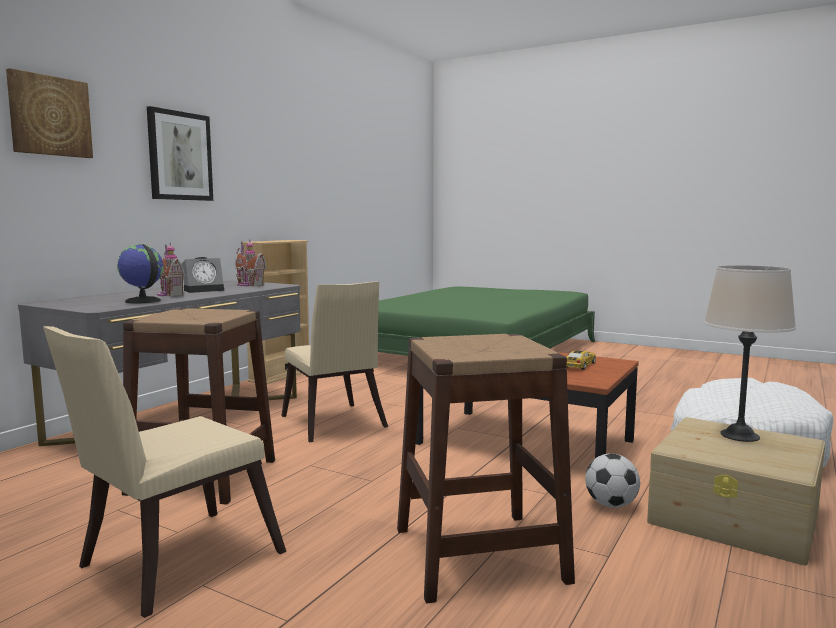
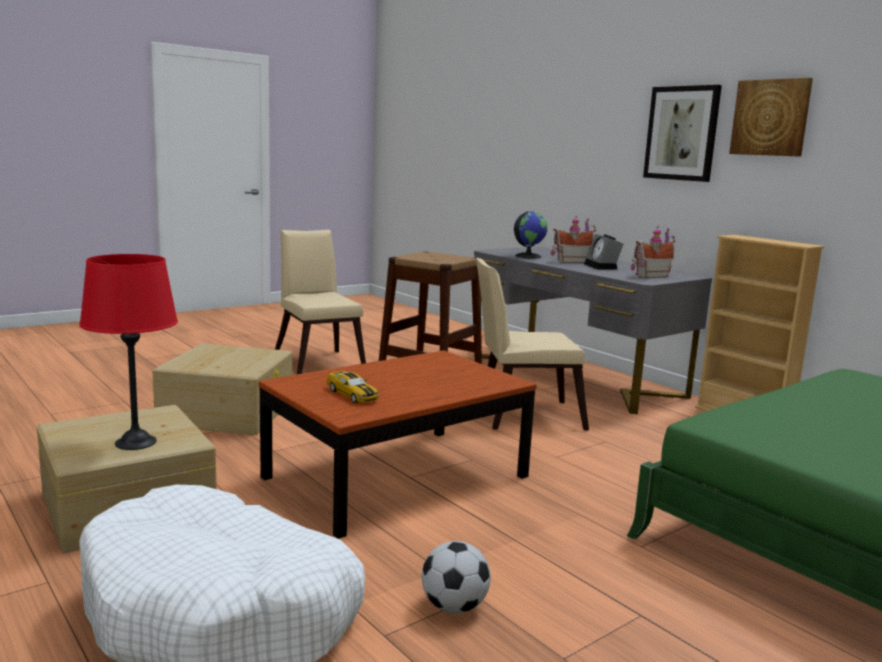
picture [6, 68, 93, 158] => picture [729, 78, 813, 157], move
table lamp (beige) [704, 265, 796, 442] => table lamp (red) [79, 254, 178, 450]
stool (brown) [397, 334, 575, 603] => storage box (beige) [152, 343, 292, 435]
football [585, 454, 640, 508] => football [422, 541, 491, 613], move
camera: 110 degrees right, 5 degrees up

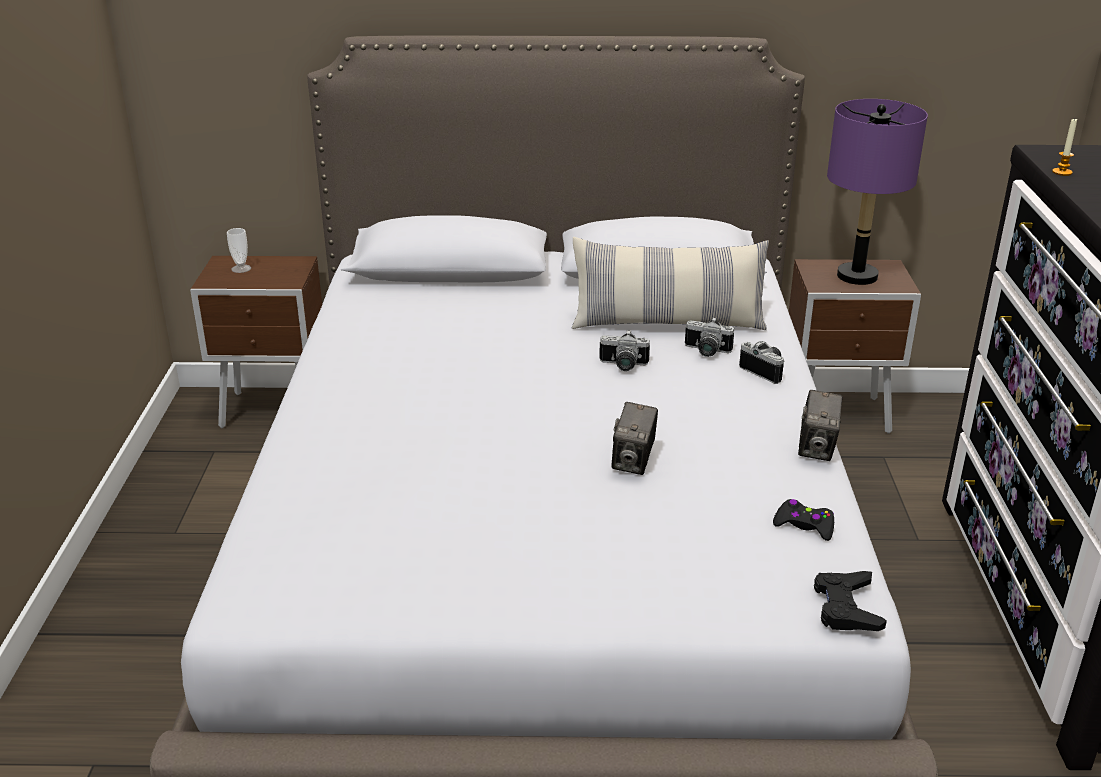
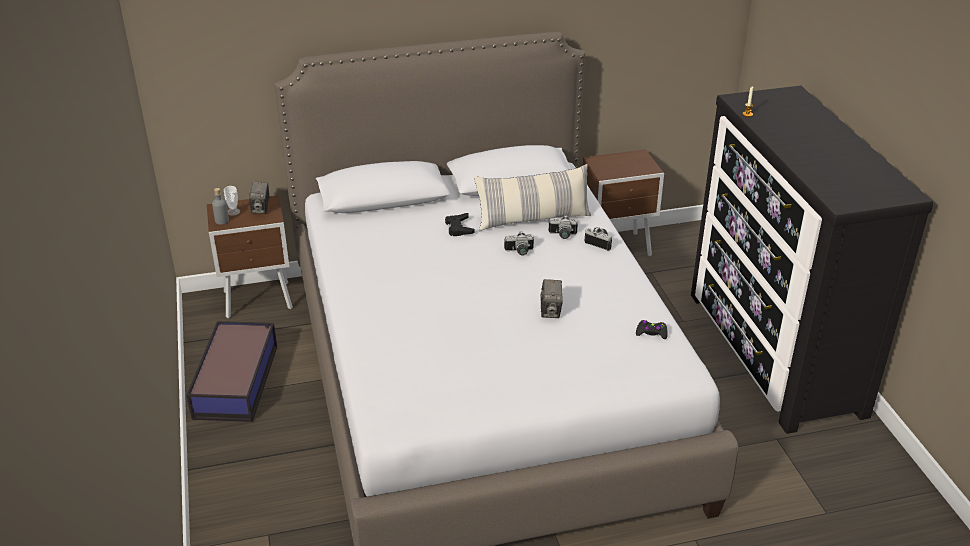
table lamp (purple) [827, 99, 928, 285] => nothing
photo camera [798, 390, 843, 461] => photo camera [249, 182, 269, 214], move
game controller (black) [814, 571, 887, 631] => game controller (black) [445, 213, 475, 236], move
nothing => bottle (grey) [212, 188, 229, 225]
nothing => storage box [186, 321, 277, 422]
camera: 15 degrees left, 5 degrees up

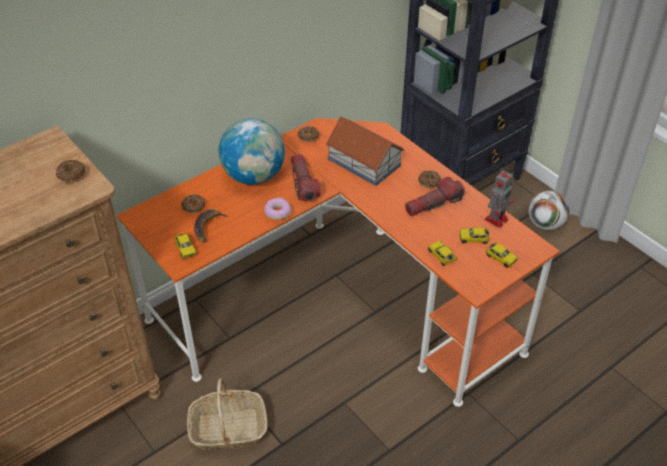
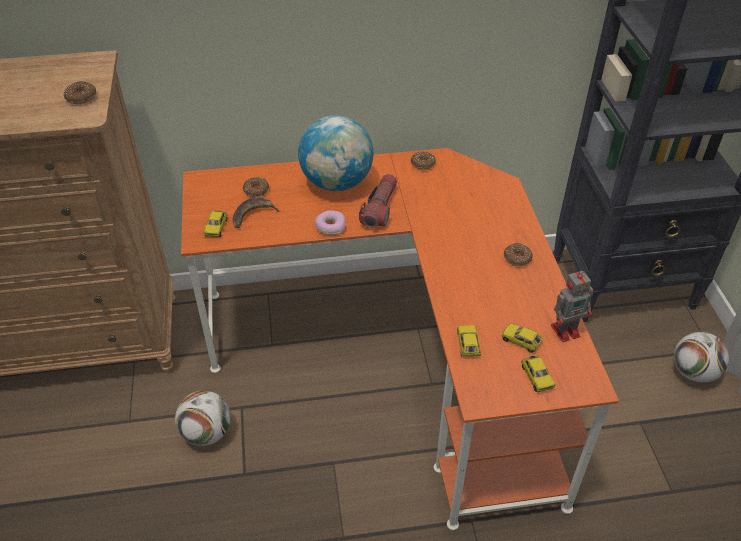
toy house [326, 117, 405, 186] => nothing
flashlight [405, 177, 465, 216] => nothing
basket [187, 378, 267, 450] => football [175, 391, 231, 446]
camera: 30 degrees right, 0 degrees up

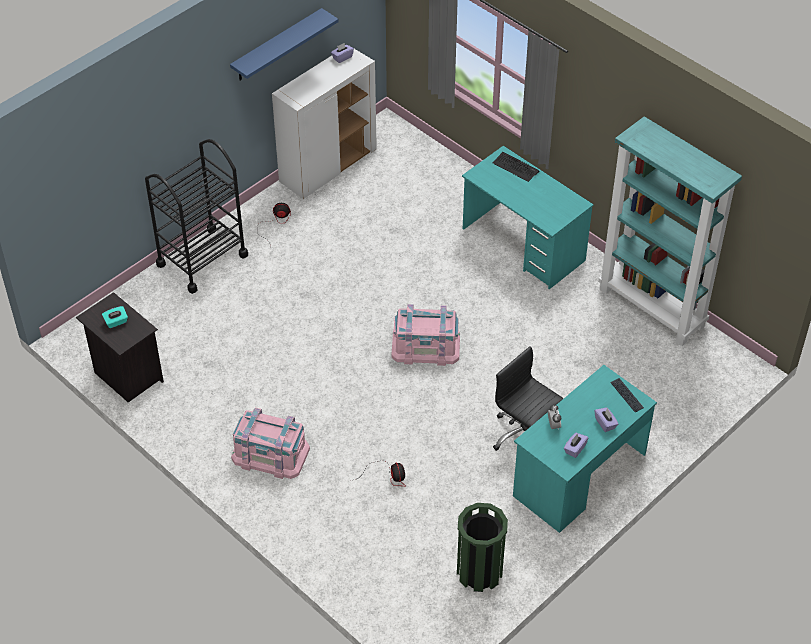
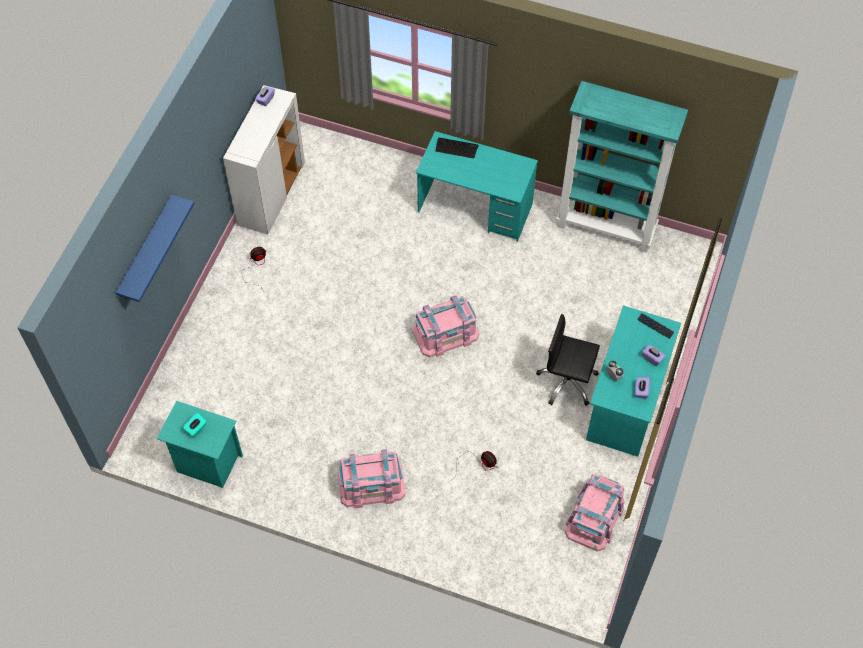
shelf (blue) [230, 8, 339, 80] => shelf (blue) [116, 195, 194, 302], move
cart (black) [145, 139, 248, 294] => nothing
nightstand (black) [76, 292, 164, 402] => nightstand (turquoise) [157, 401, 243, 488]
trash can (green) [457, 503, 508, 592] => storage box (pink) [565, 474, 625, 552]
camera: 25 degrees left, 10 degrees up

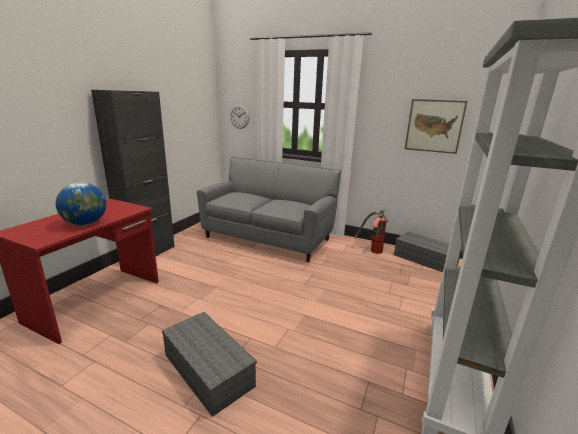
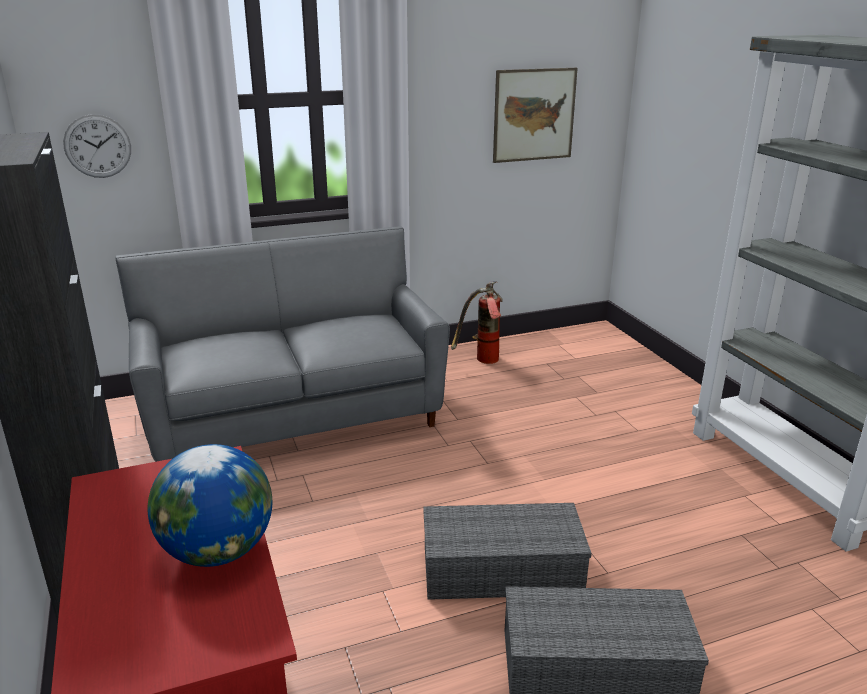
storage box (grey) [394, 232, 462, 272] => storage box (grey) [423, 503, 592, 600], move
camera: 45 degrees left, 5 degrees up

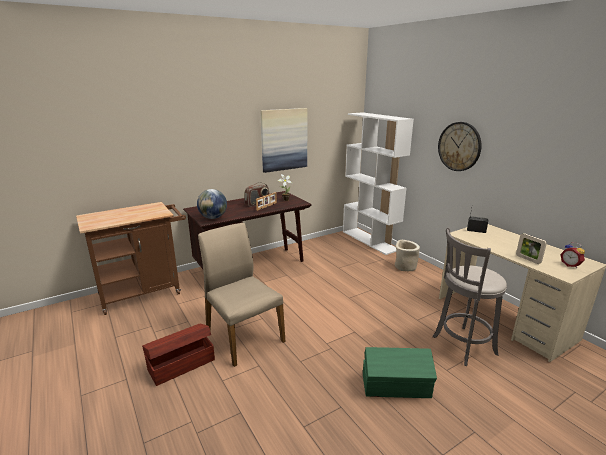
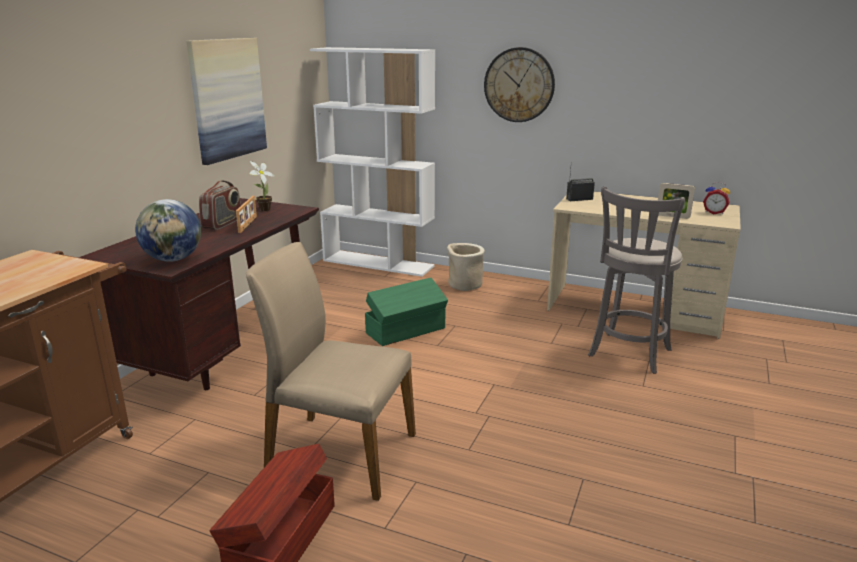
storage box (green) [363, 347, 437, 398] => storage box (green) [365, 278, 448, 346], move
camera: 35 degrees left, 0 degrees up

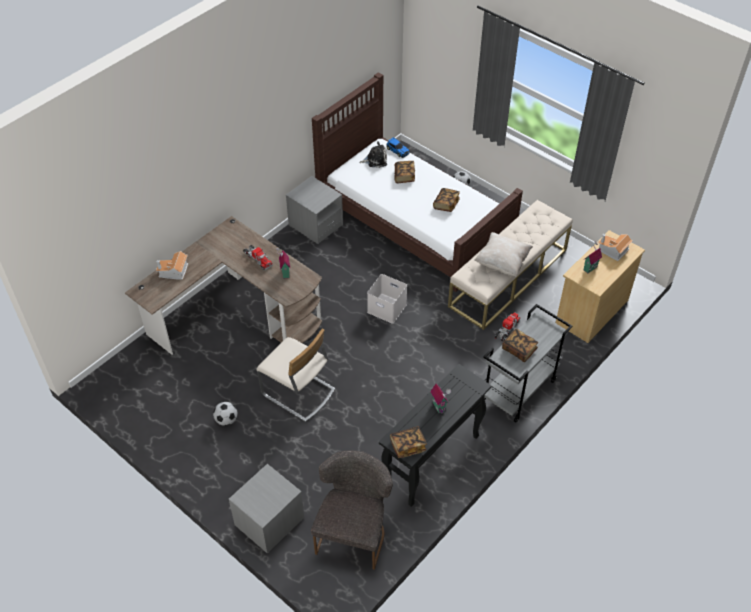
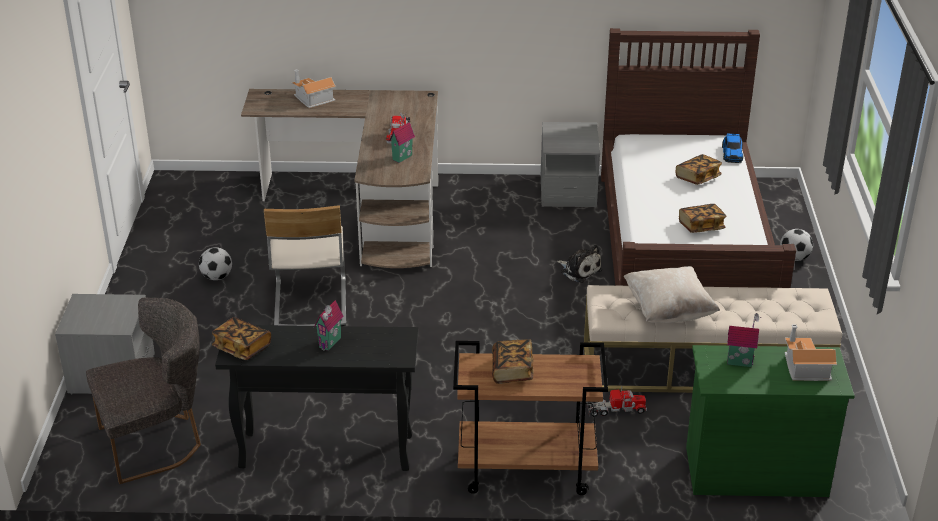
plush toy [359, 141, 387, 168] => plush toy [557, 245, 602, 283], move
dresser (beige) [556, 230, 645, 343] => dresser (green) [686, 345, 855, 497]
storage box (white) [367, 274, 407, 324] => nothing
cart (grey) [483, 304, 572, 423] => cart (brown) [453, 341, 608, 495]
camera: 50 degrees right, 15 degrees down

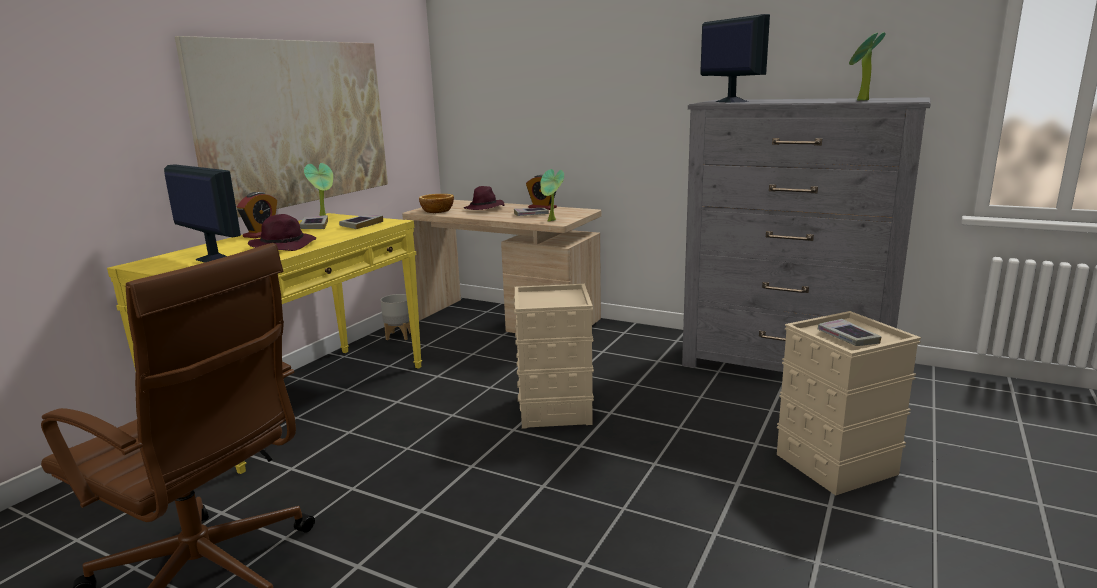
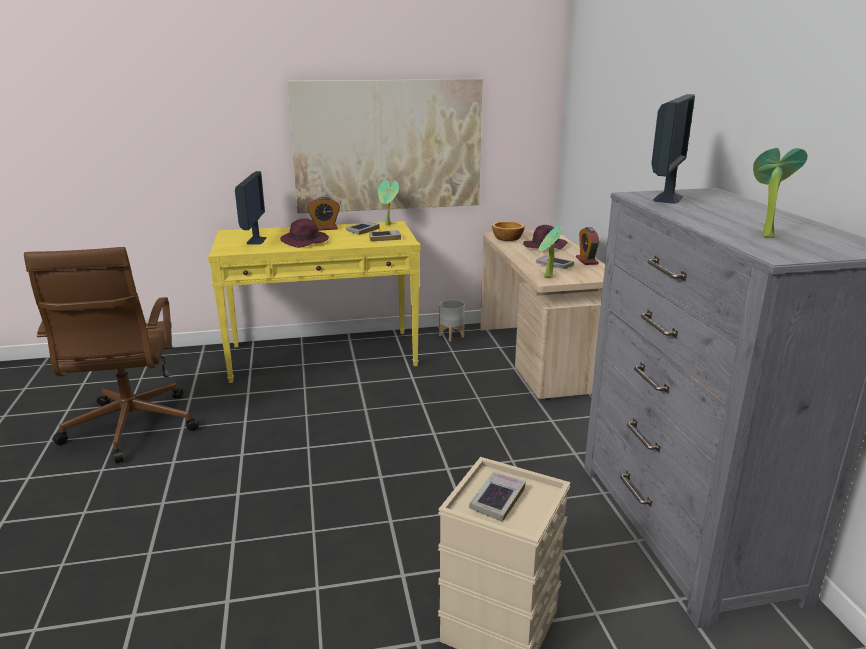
storage box (beige) [514, 284, 594, 429] => nothing
camera: 50 degrees right, 5 degrees up

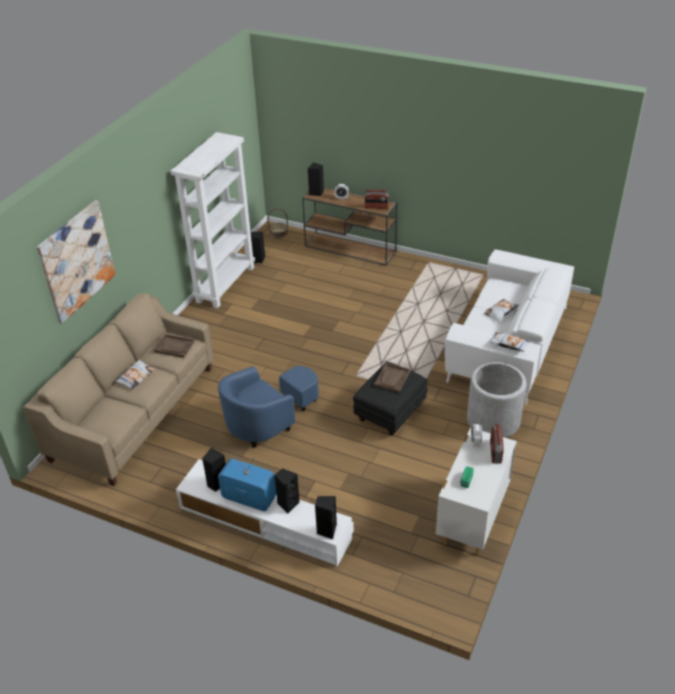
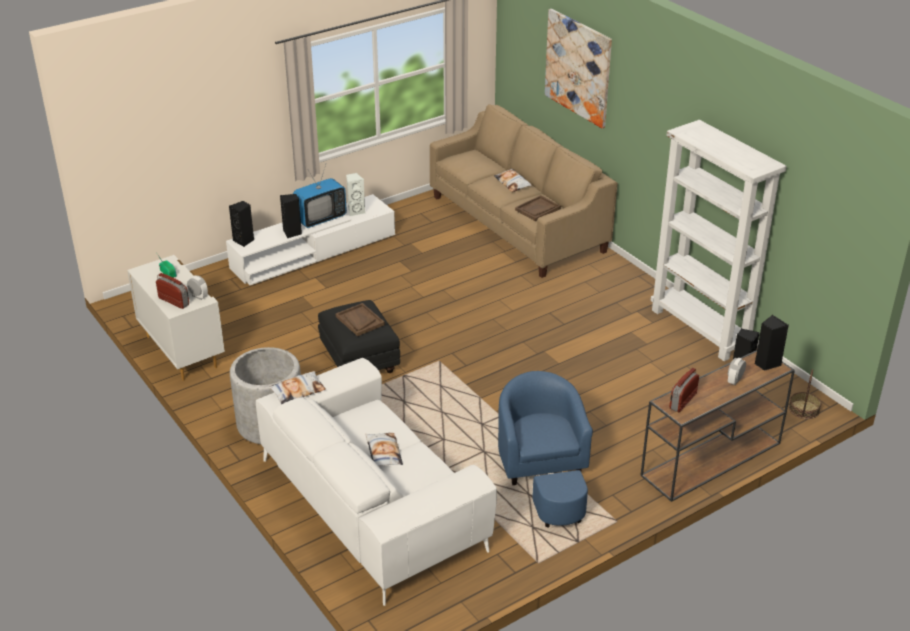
armchair (blue) [218, 366, 319, 448] => armchair (blue) [498, 371, 593, 527], move
speaker (black) [202, 447, 226, 492] => speaker (white) [346, 173, 365, 216]
camera: 120 degrees right, 5 degrees down

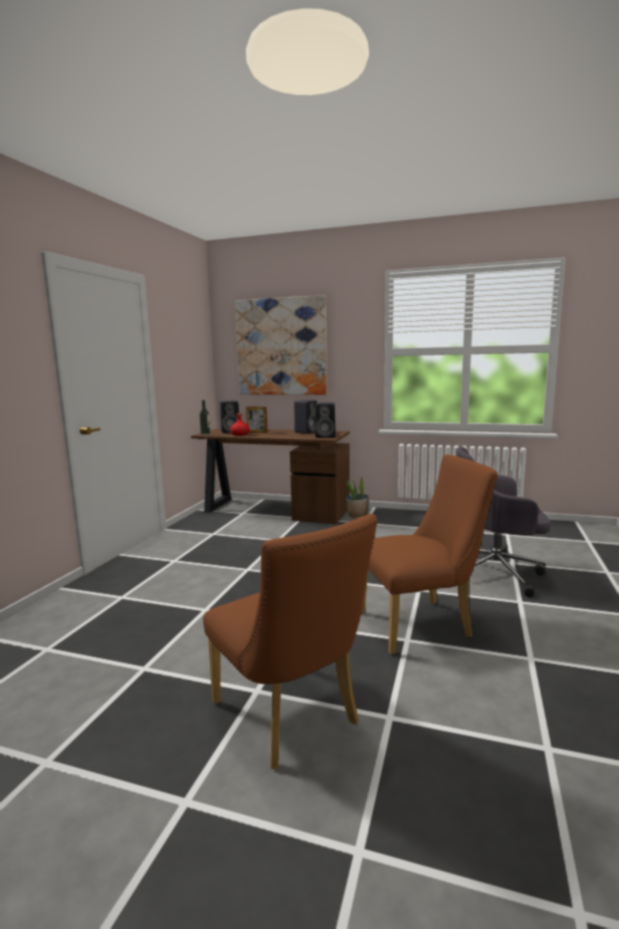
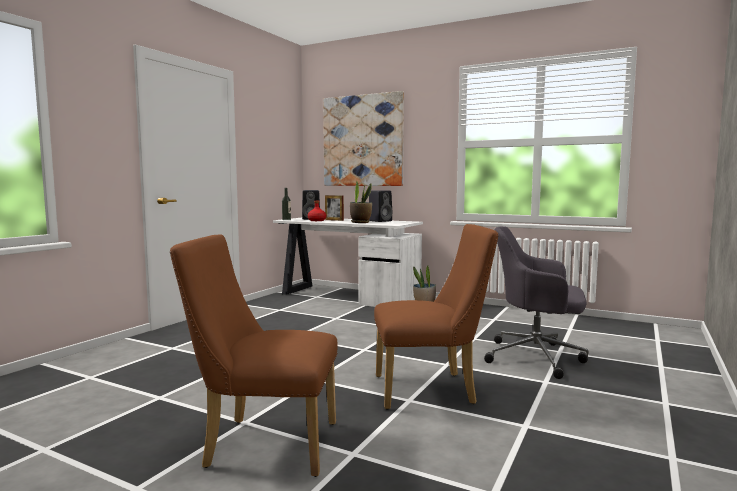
speaker (black) [315, 402, 336, 438] => nothing
desk (brown) [191, 428, 350, 524] => desk (white) [273, 218, 423, 307]
chair (brown) [203, 514, 378, 769] => chair (brown) [170, 234, 338, 477], 120 degrees clockwise
nothing => potted plant [350, 180, 372, 223]
camera: 10 degrees right, 5 degrees down

